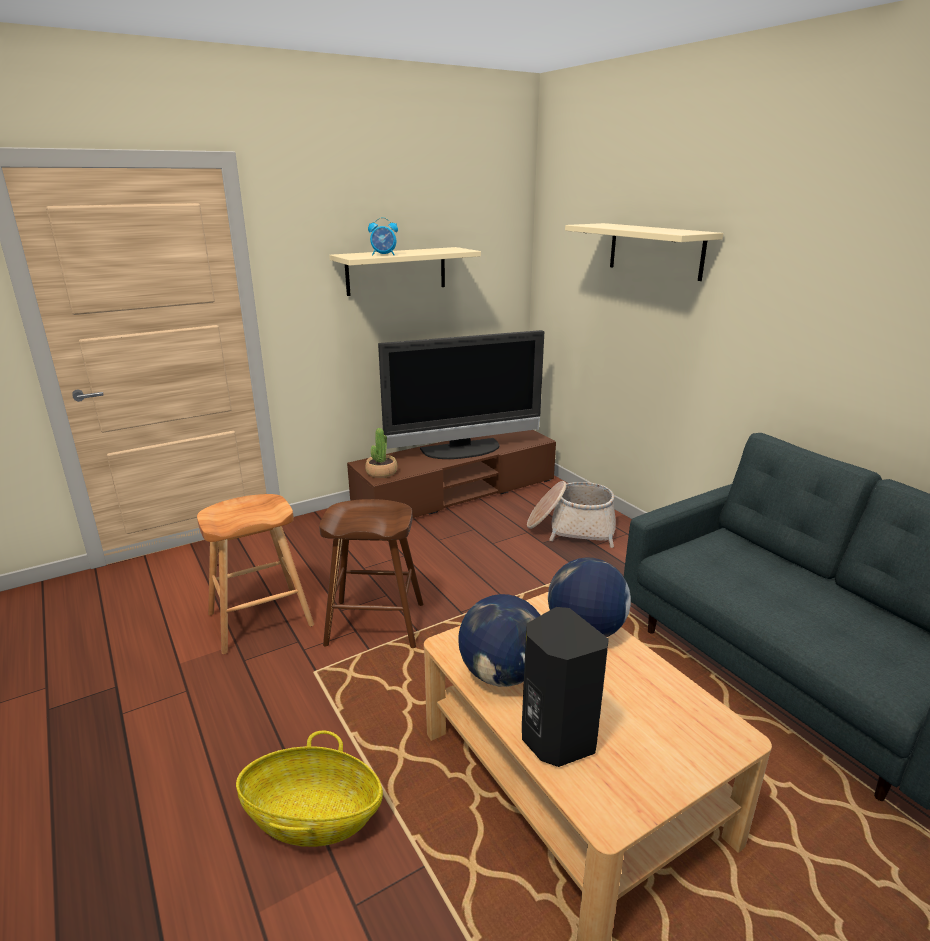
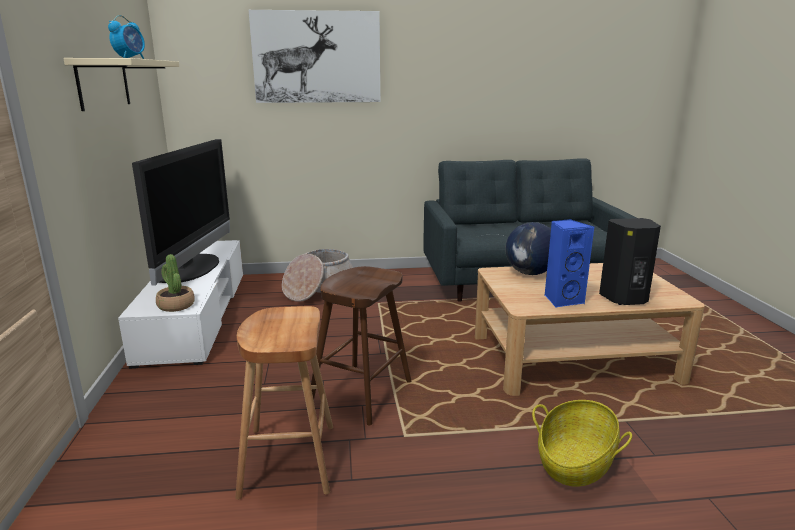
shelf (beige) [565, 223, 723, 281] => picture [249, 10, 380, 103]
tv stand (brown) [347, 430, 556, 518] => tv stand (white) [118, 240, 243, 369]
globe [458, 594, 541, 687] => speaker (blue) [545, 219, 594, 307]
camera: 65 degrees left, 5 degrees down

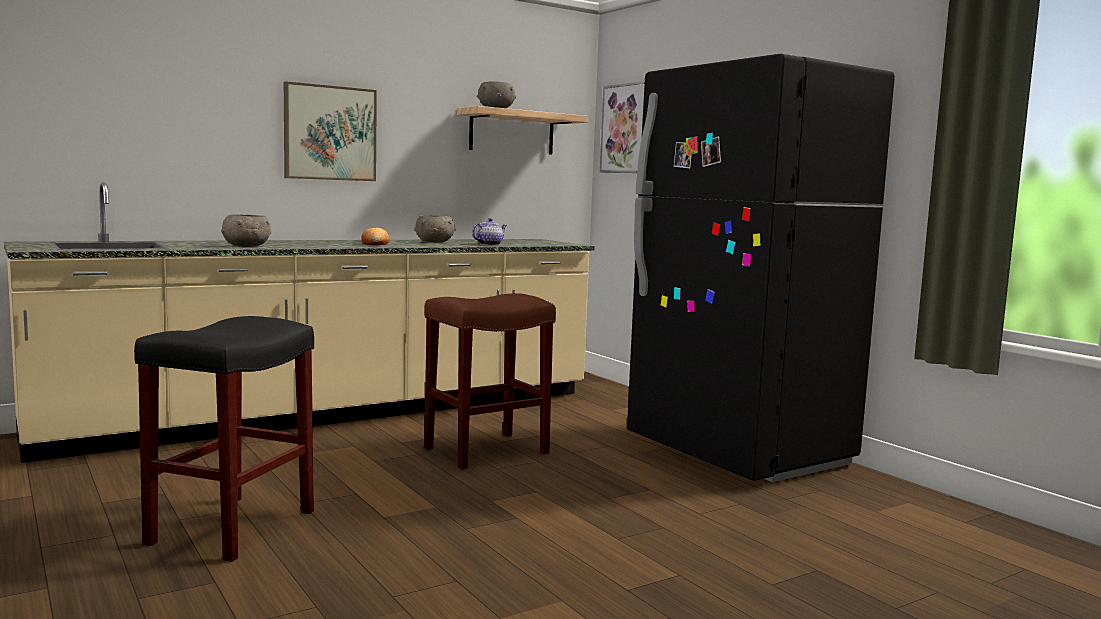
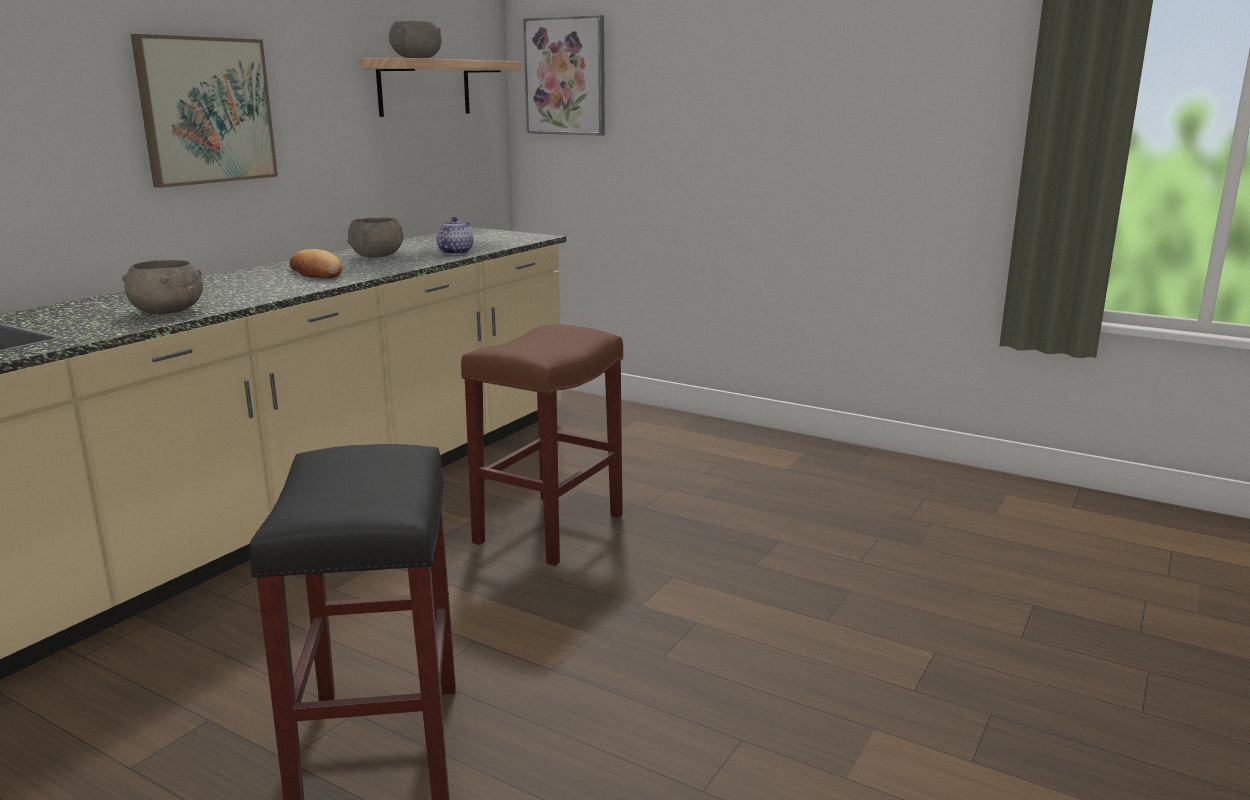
fridge (black) [627, 54, 895, 482] => nothing
camera: 25 degrees left, 10 degrees up

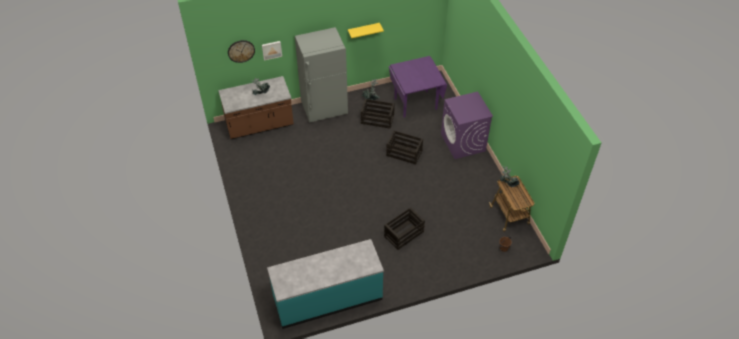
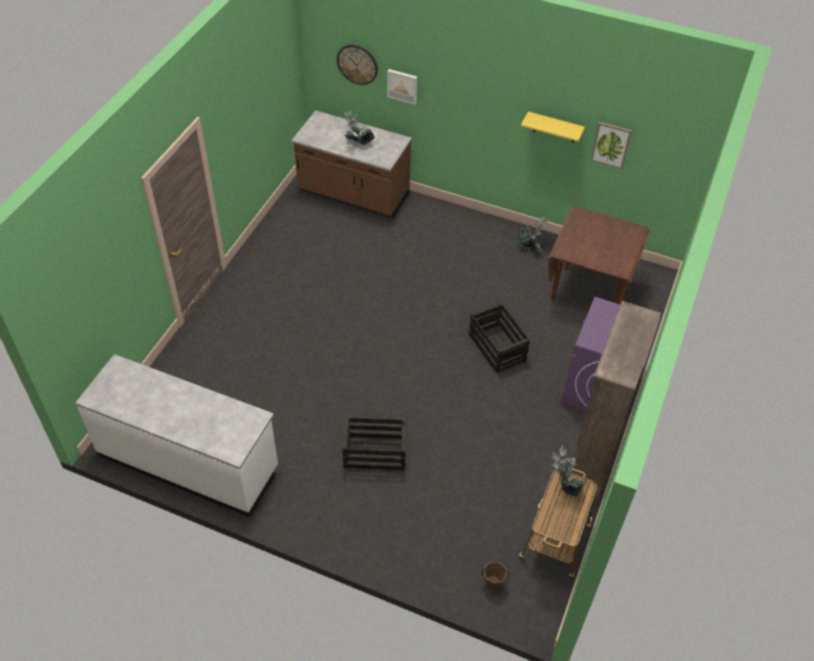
fridge (grey) [295, 27, 348, 123] => nothing
dining table (purple) [389, 56, 447, 118] => dining table (brown) [548, 206, 650, 304]
crate [361, 99, 395, 129] => nothing
counter (turquoise) [267, 239, 384, 329] => counter (white) [75, 354, 278, 517]
nothing => picture [591, 122, 632, 169]
nothing => bookcase (brown) [572, 301, 661, 504]
camera: 40 degrees right, 0 degrees up

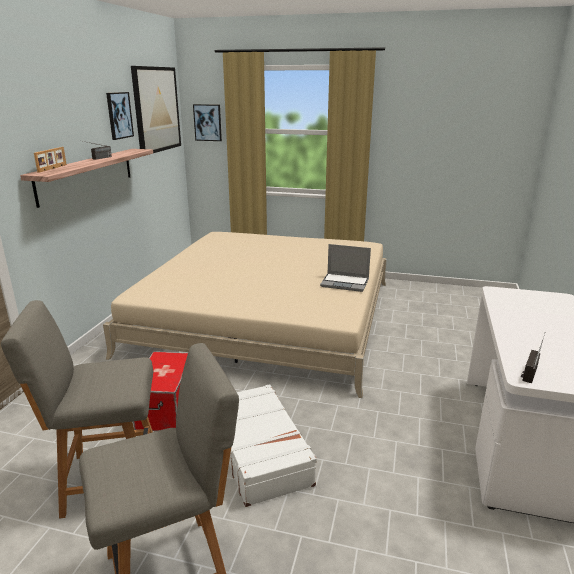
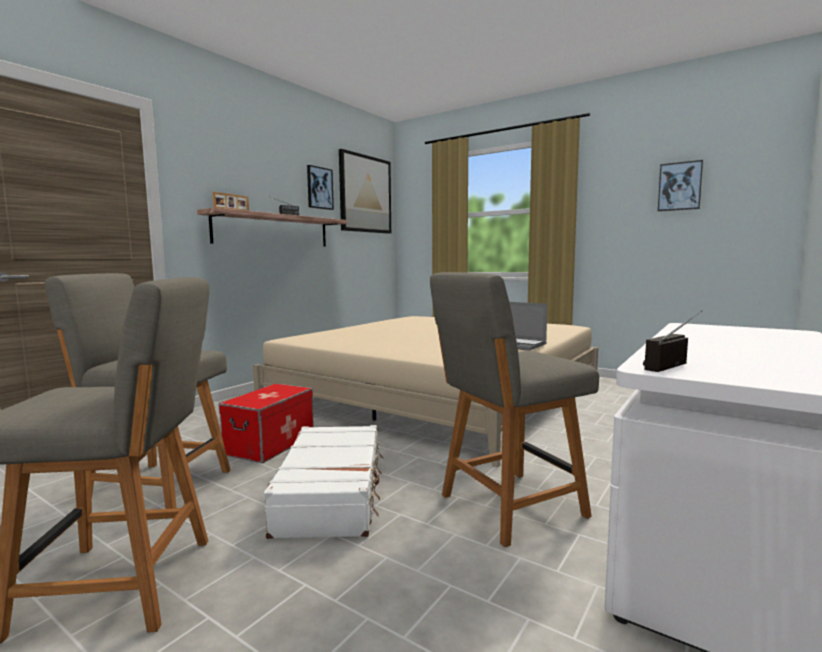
picture [193, 104, 222, 141] => picture [658, 160, 703, 211], move
nothing => chair (grey) [430, 272, 599, 547]
camera: 20 degrees right, 15 degrees down

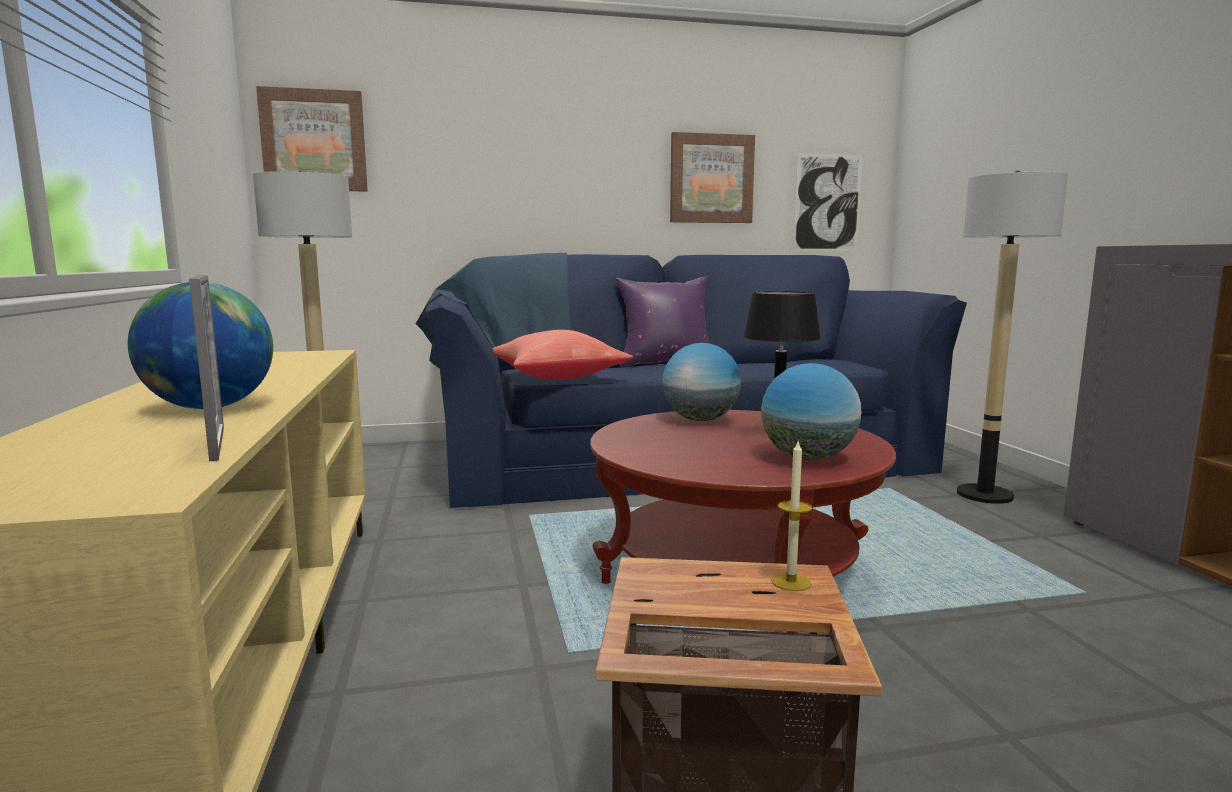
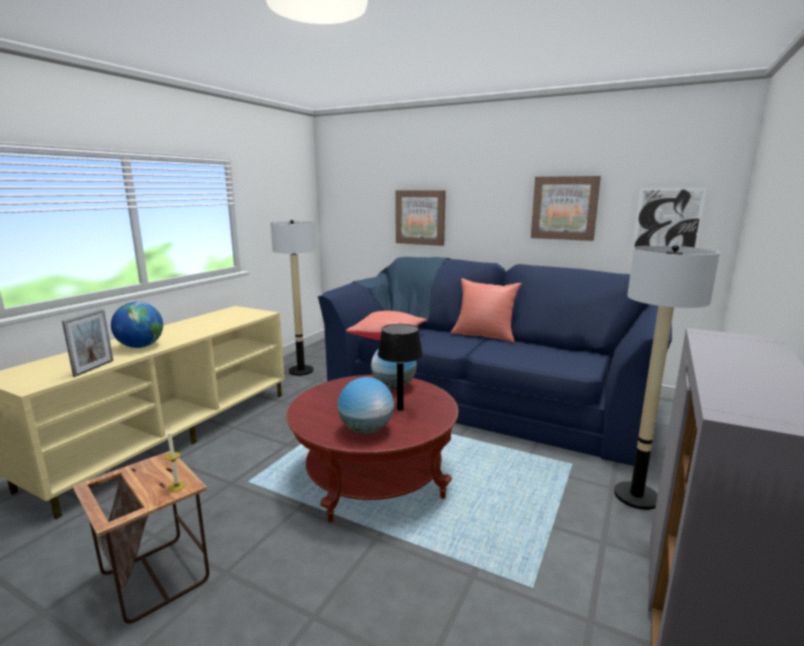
picture [256, 86, 368, 192] => picture [396, 190, 446, 246], move
pillow (purple) [616, 276, 710, 367] => pillow (red) [451, 278, 522, 343]
camera: 40 degrees right, 5 degrees up

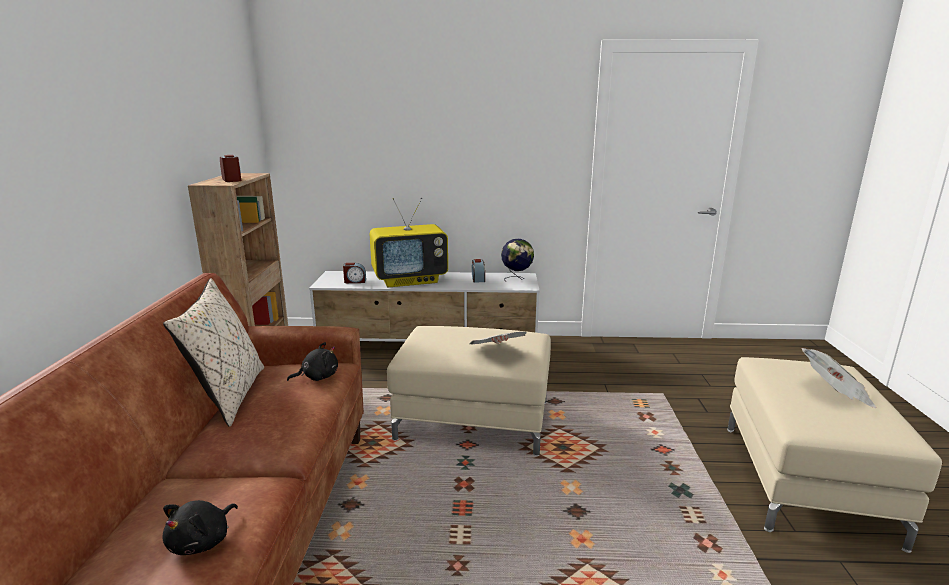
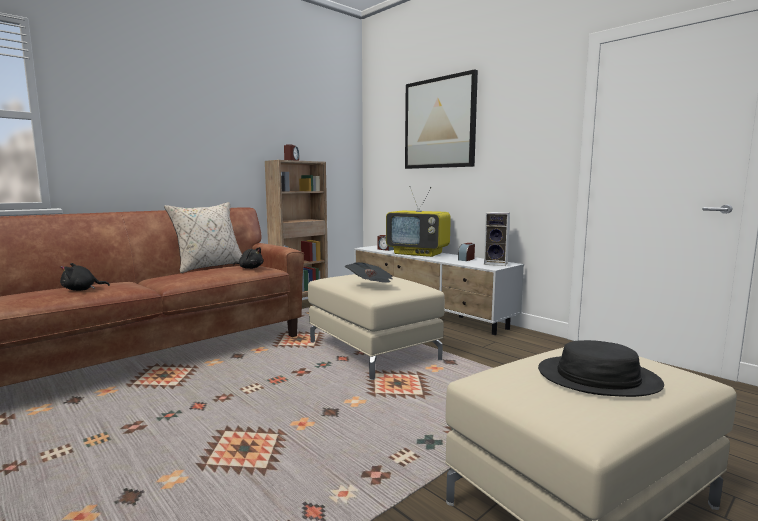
globe [501, 238, 534, 282] => speaker [484, 212, 510, 266]
newspaper [802, 348, 877, 408] => hat (black) [538, 340, 664, 397]
nothing => picture [405, 69, 478, 169]
camera: 45 degrees right, 10 degrees down

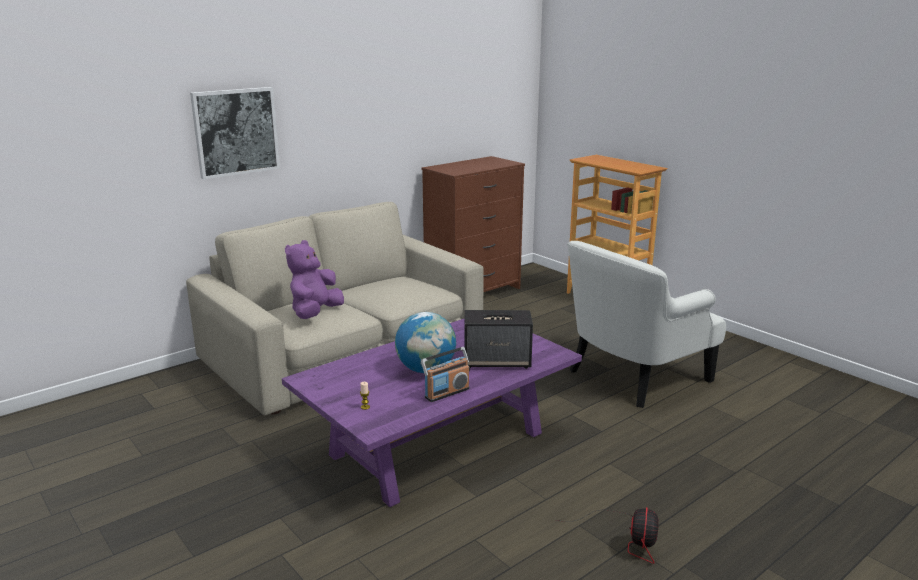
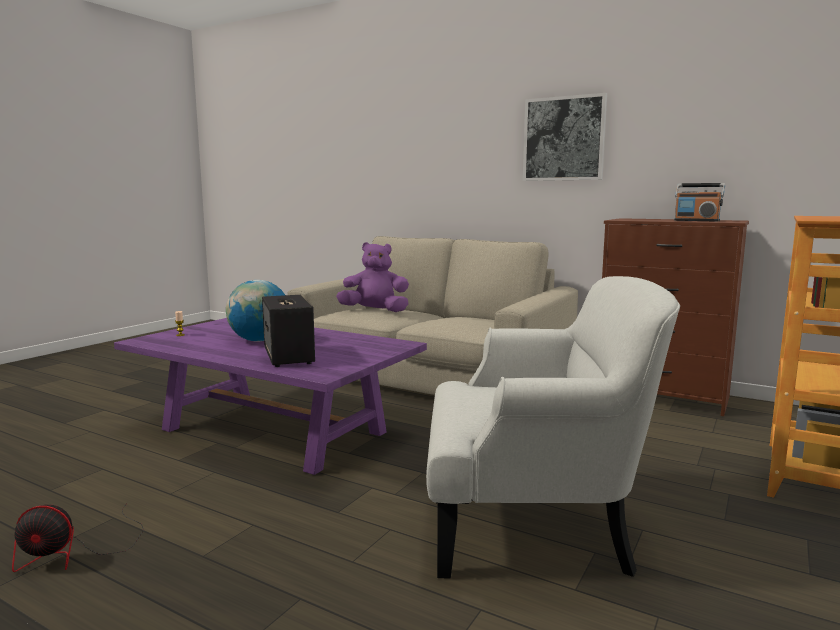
picture [190, 87, 280, 179] => picture [523, 93, 607, 181], move
armchair (white) [567, 241, 726, 408] => armchair (white) [426, 276, 680, 579], 150 degrees clockwise
radio [421, 347, 470, 402] => radio [674, 183, 725, 221], move
camera: 70 degrees right, 10 degrees down

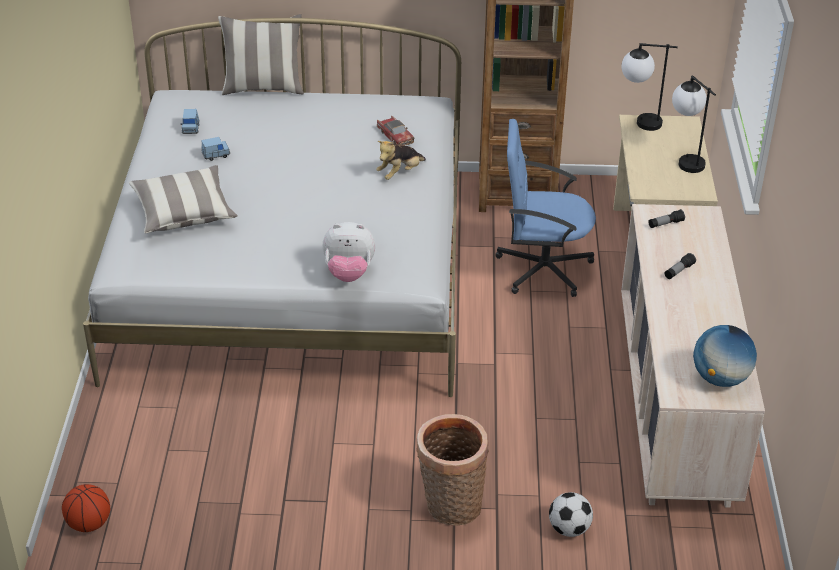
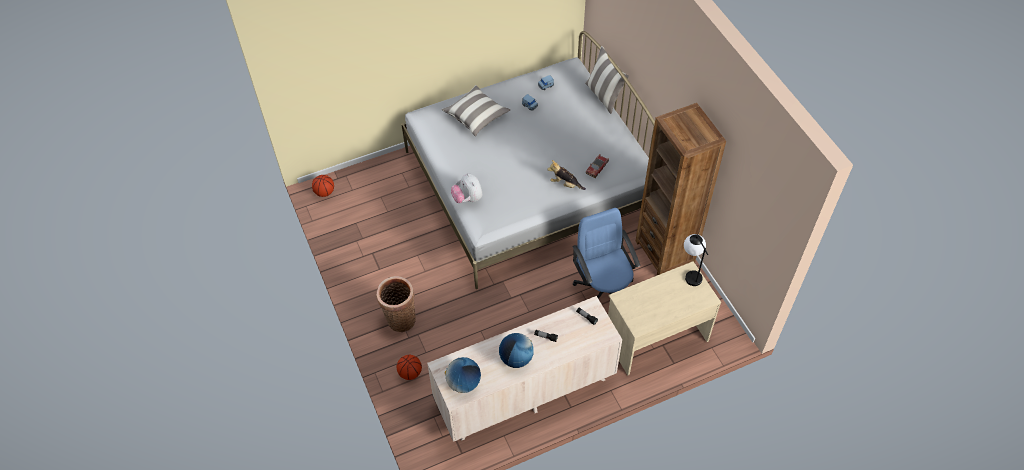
table lamp [672, 75, 716, 173] => nothing
football [549, 492, 593, 537] => basketball [396, 355, 422, 380]
nothing => globe [499, 333, 534, 368]
camera: 65 degrees right, 15 degrees up

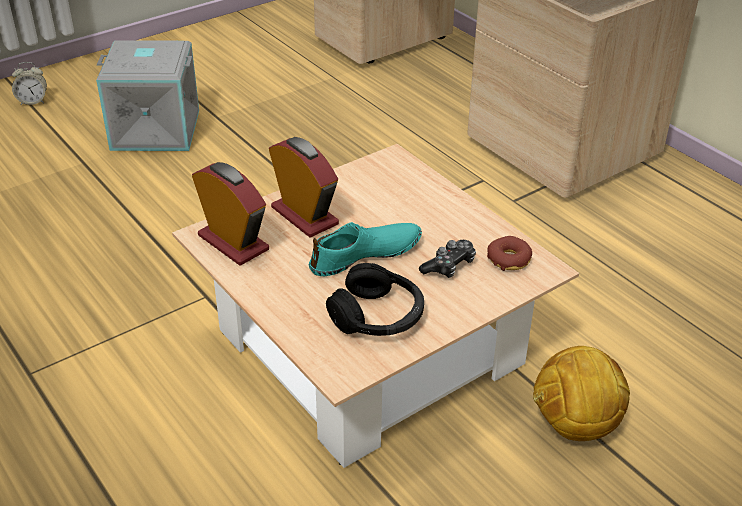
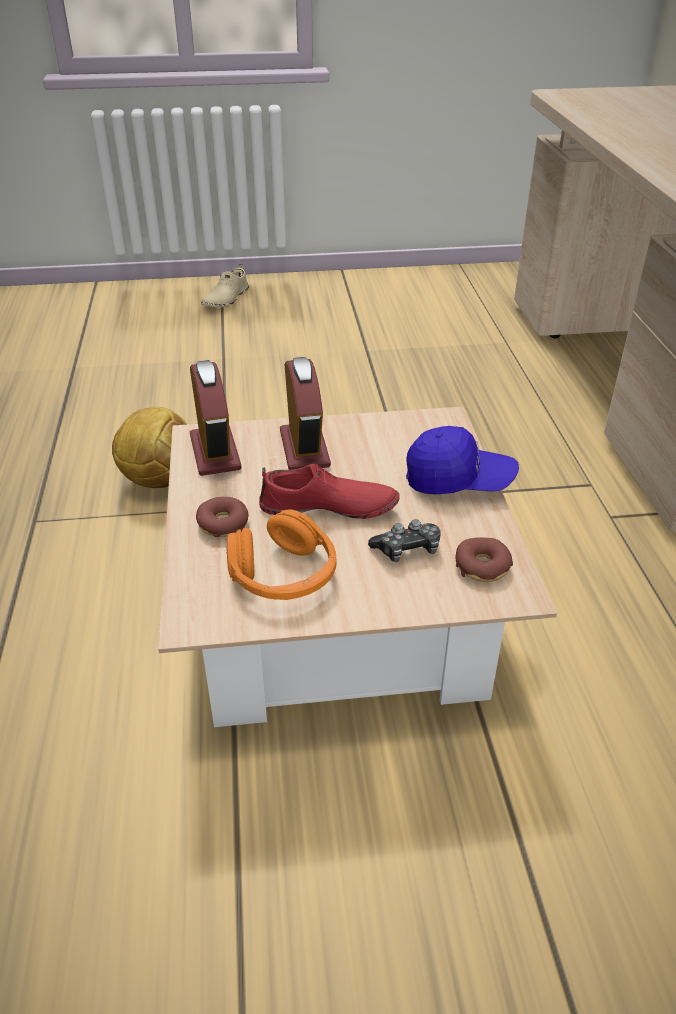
storage box (grey) [96, 40, 199, 151] => nothing
alarm clock [12, 62, 47, 105] => shoe (beige) [201, 264, 250, 307]
shoe (turquoise) [309, 222, 422, 276] => shoe (red) [259, 464, 400, 519]
headphones (black) [326, 263, 424, 336] => headphones (orange) [226, 510, 337, 600]
football [533, 346, 630, 441] => football [112, 407, 187, 488], move
nothing => cap (blue) [406, 426, 519, 495]
nothing => donut [196, 497, 249, 537]
camera: 30 degrees right, 0 degrees up

